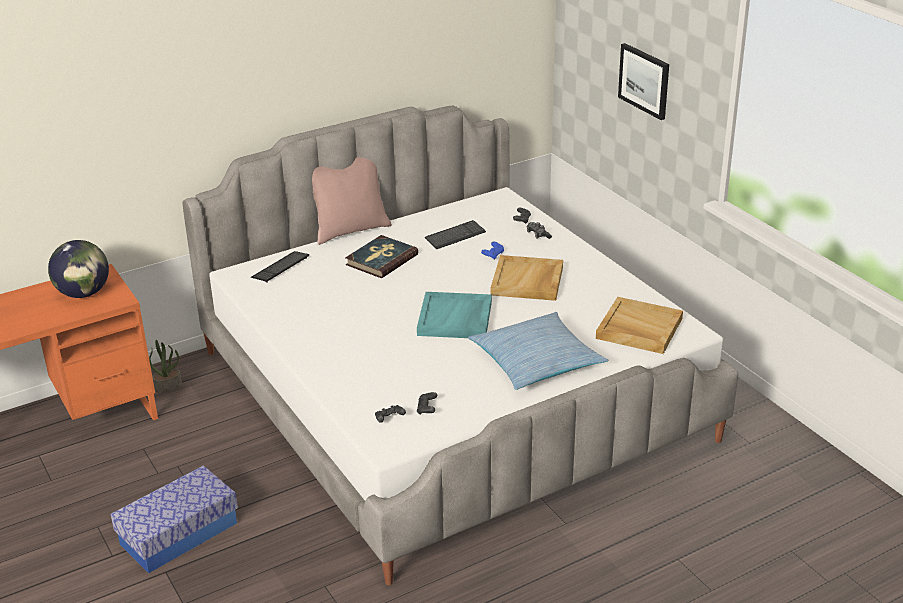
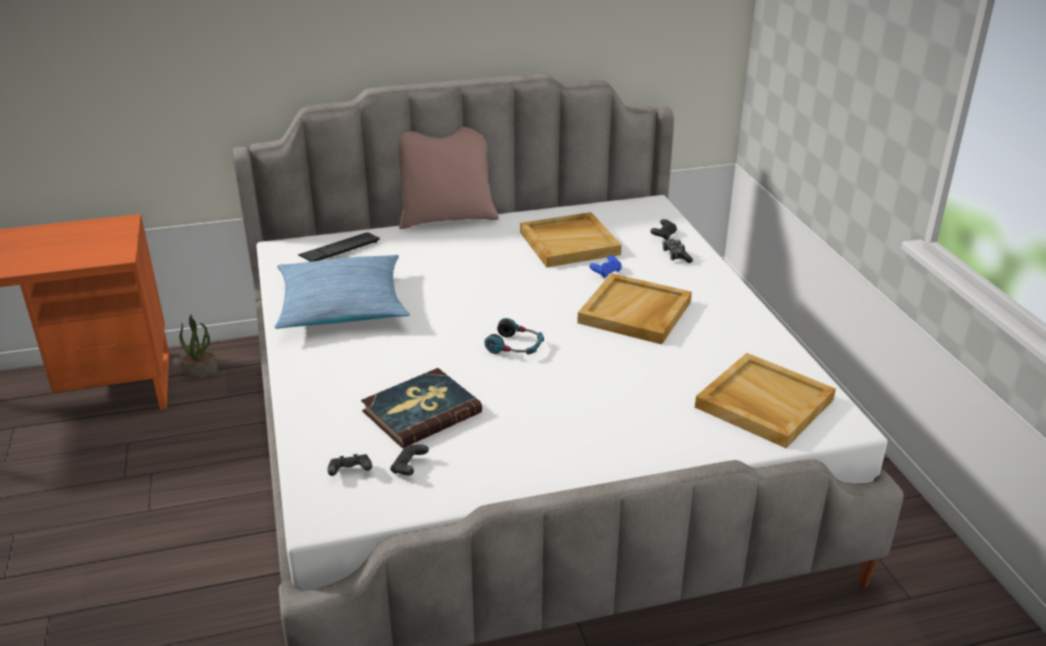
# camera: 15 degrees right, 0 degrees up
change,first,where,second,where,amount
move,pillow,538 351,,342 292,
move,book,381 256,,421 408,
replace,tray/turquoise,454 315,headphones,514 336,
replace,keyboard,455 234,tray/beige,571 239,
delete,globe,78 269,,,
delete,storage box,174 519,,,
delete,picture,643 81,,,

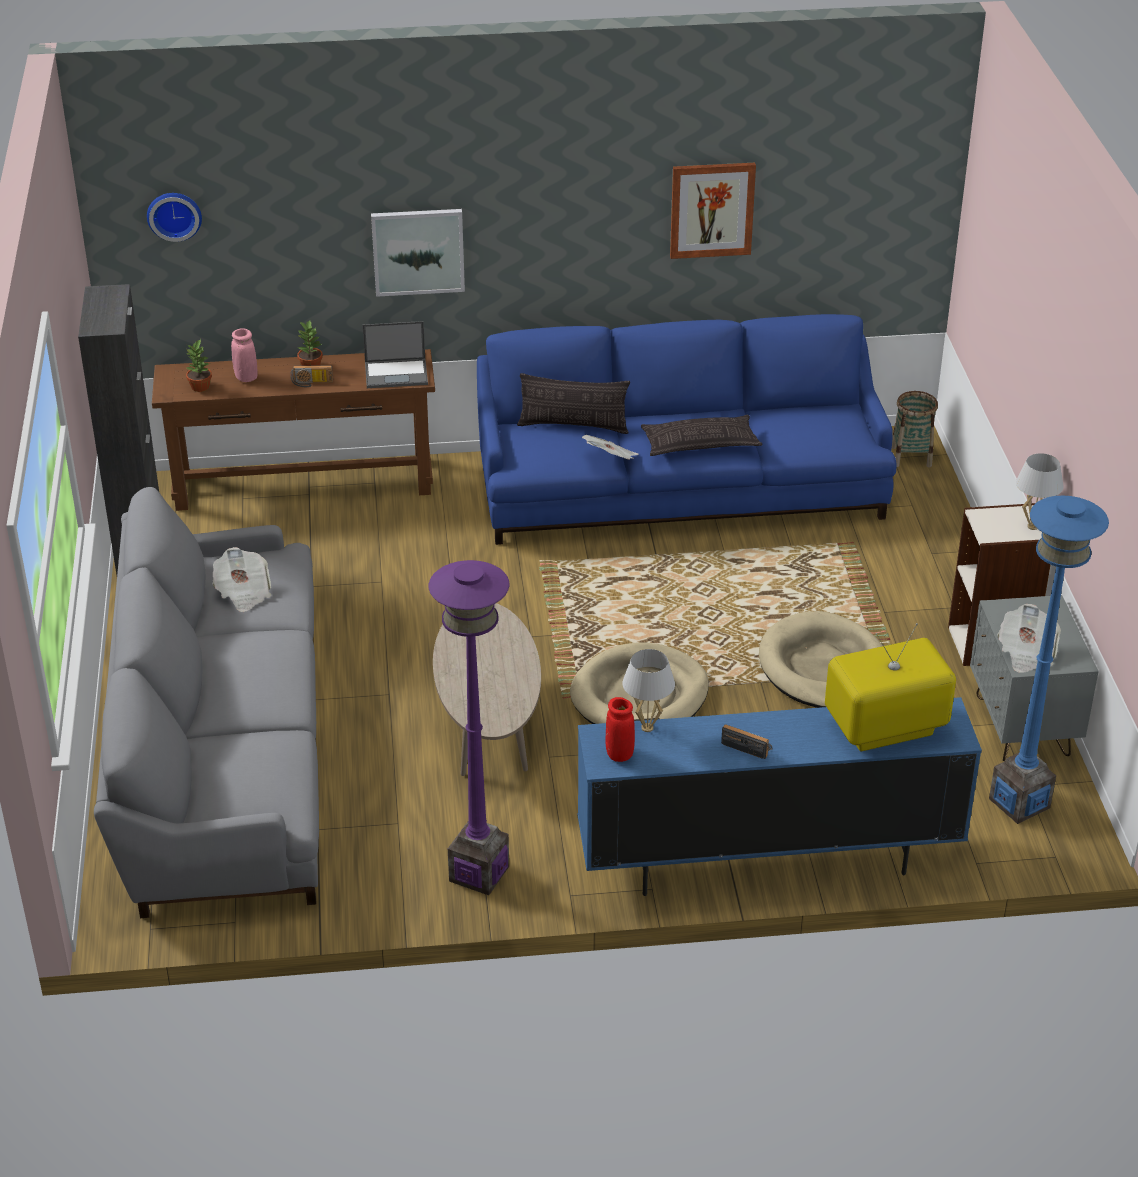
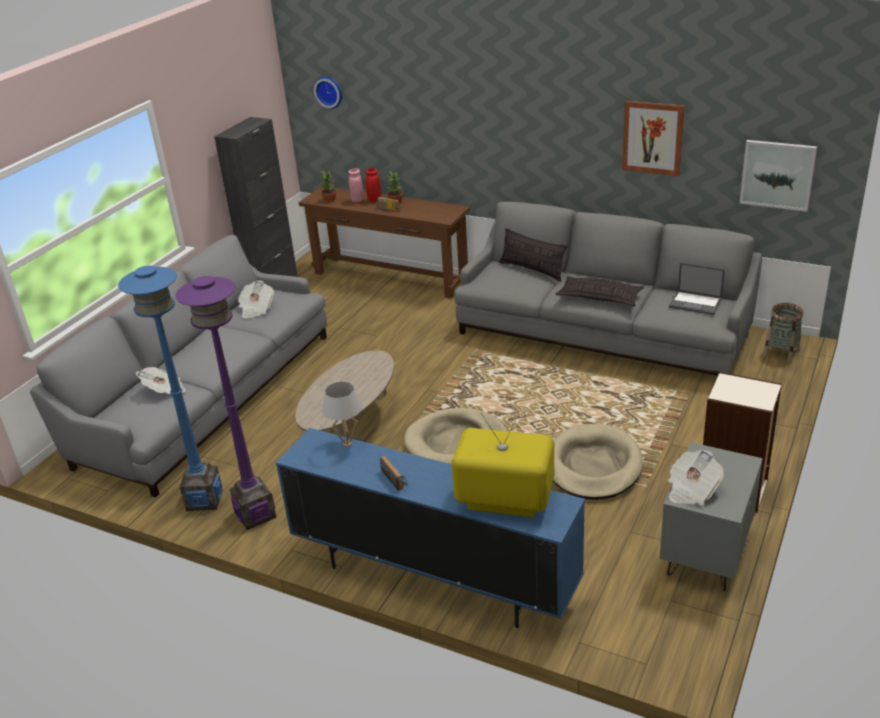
# camera: 35 degrees right, 5 degrees down
change,first,where,second,where,amount
move,floor lamp/blue,1049 660,,170 388,
move,newspaper,610 447,,161 380,
move,vase/red,620 729,,373 185,
recolor,sofa/blue,687 429,sofa/grey,608 289,
move,laptop,395 354,,697 289,
move,picture,418 253,,778 176,
delete,table lamp/white,1039 491,,,

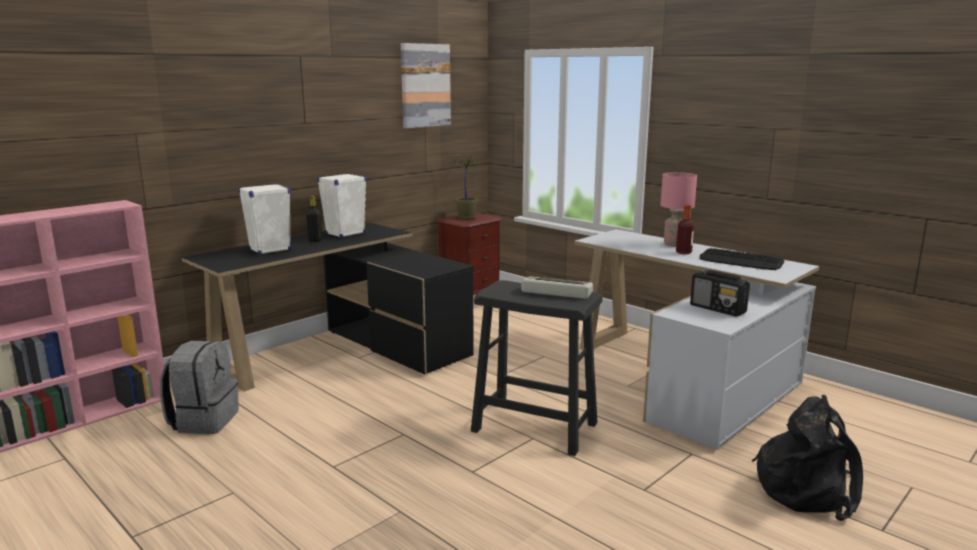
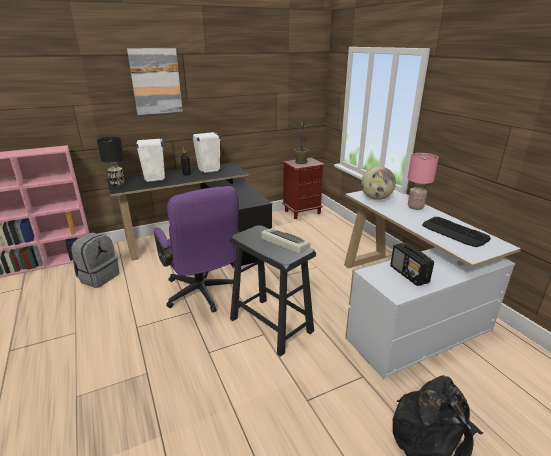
# camera: 20 degrees right, 10 degrees up
change,first,where,second,where,amount
insert,,,table lamp/black,111 161,
move,picture,426 85,,155 81,
insert,,,office chair/purple,196 249,
insert,,,globe,378 183,
delete,bottle,685 229,,,

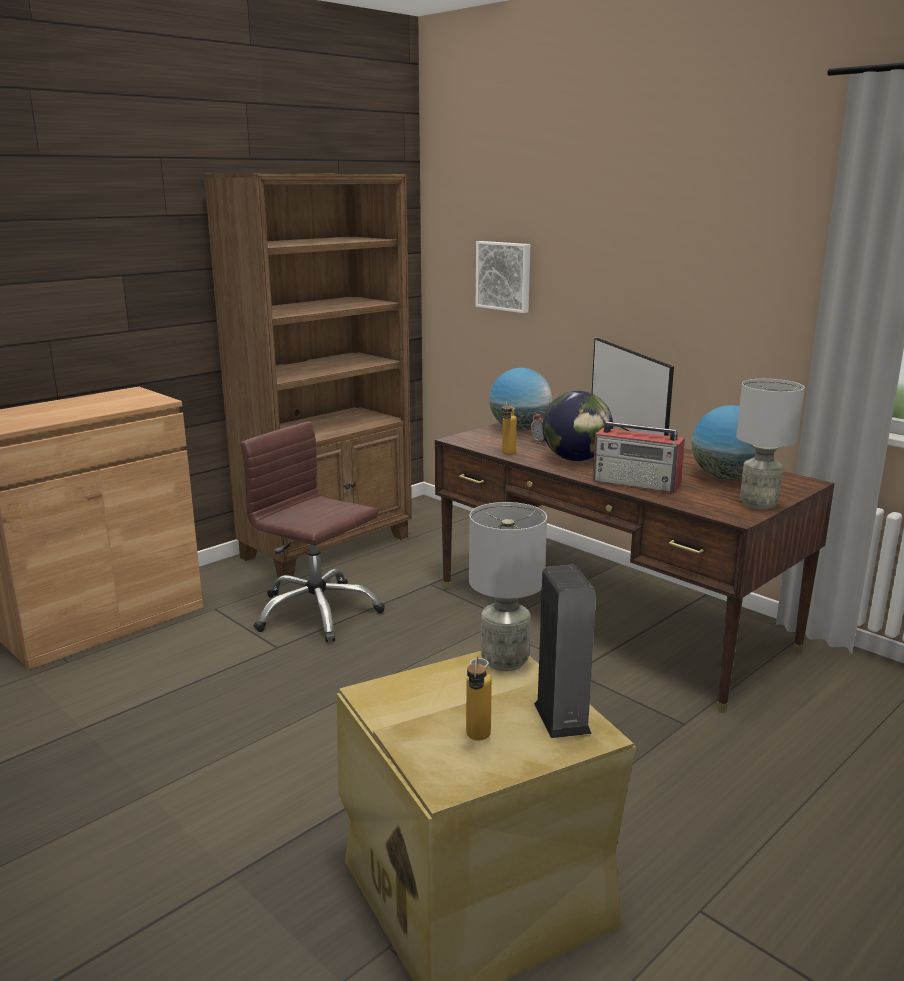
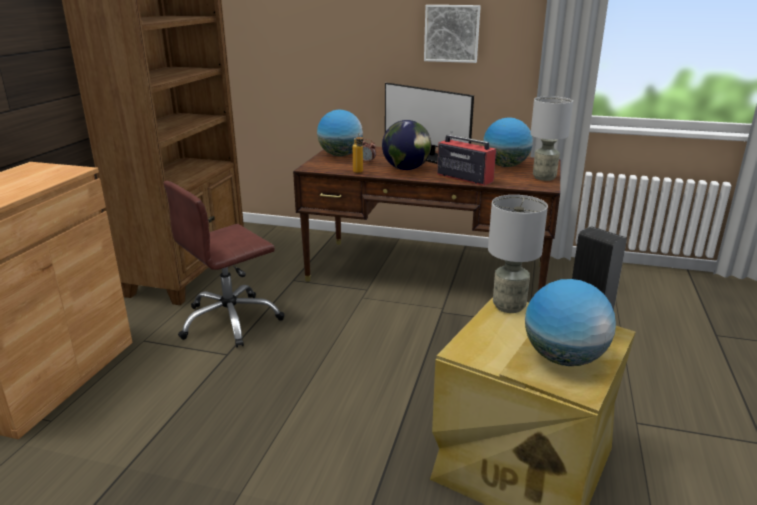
# camera: 30 degrees left, 5 degrees up
change,first,where,second,where,amount
rotate,office chair/brown,312 532,,223 264,45 degrees counterclockwise
move,picture,503 277,,452 34,
rotate,radio,639 457,,466 158,135 degrees counterclockwise
replace,bottle,479 698,globe,570 322,

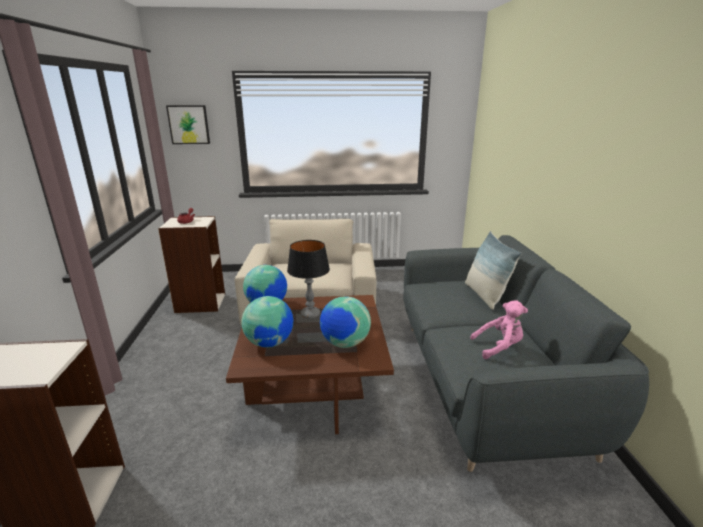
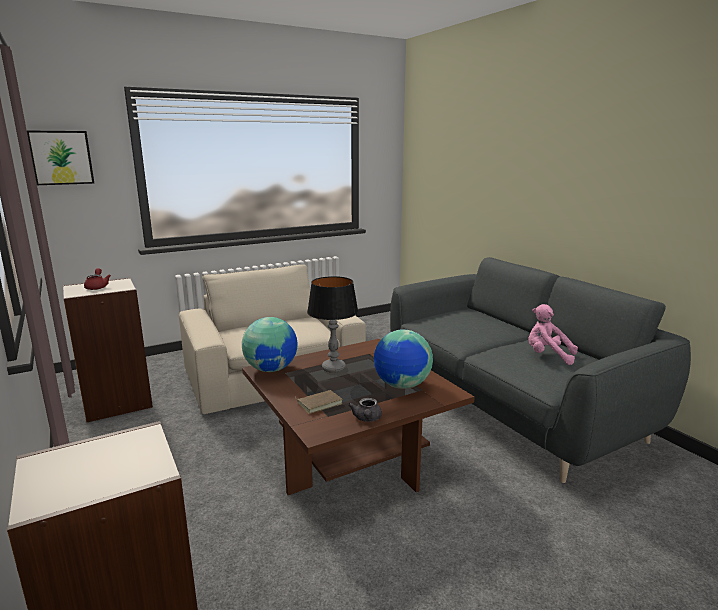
# camera: 25 degrees left, 5 degrees down
change,first,where,second,where,amount
replace,globe,267 322,book/brown,318 402,
insert,,,teapot/grey,365 410,
rotate,plush toy/pink,499 330,,553 334,120 degrees counterclockwise
delete,pillow,493 270,,,

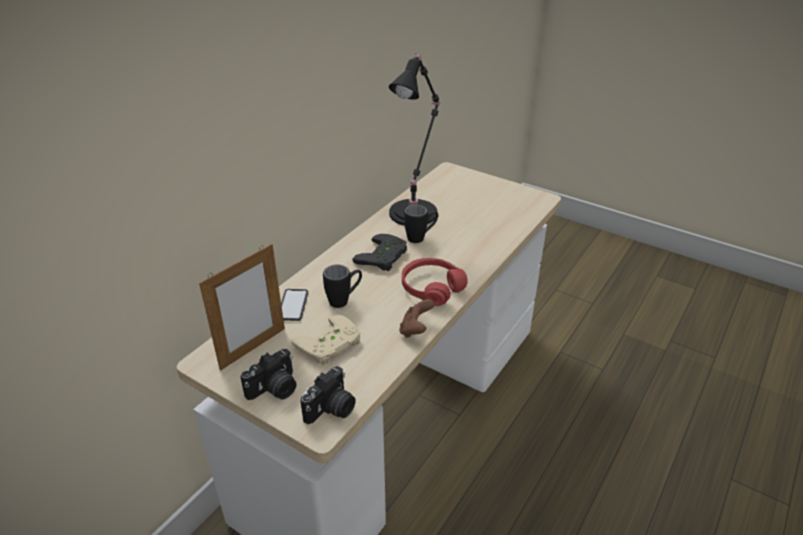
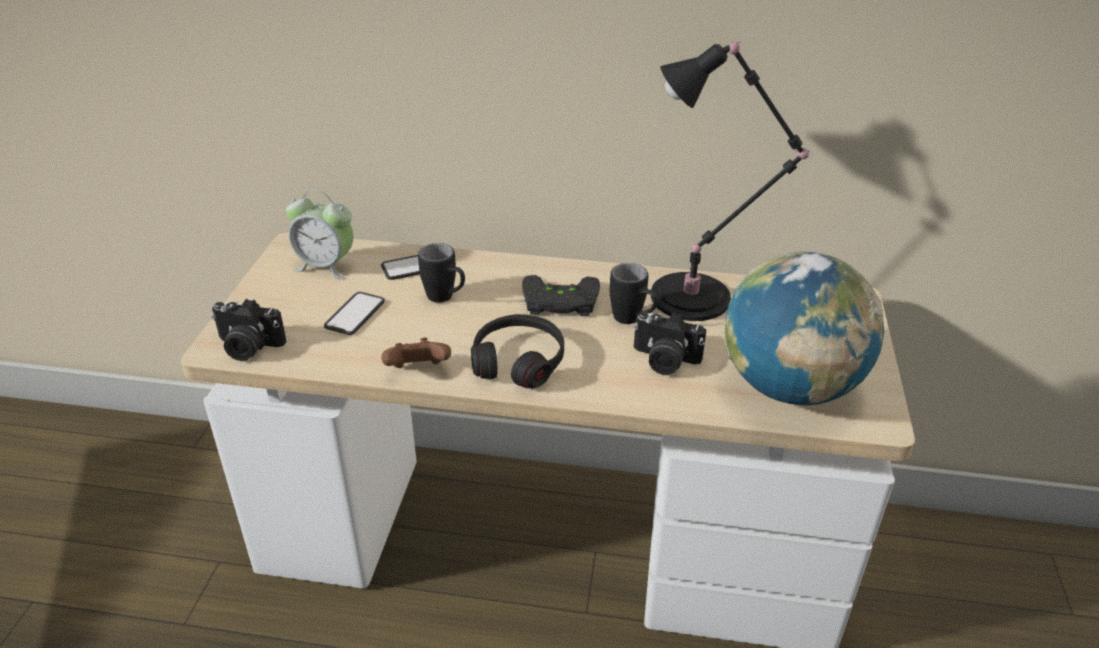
# camera: 65 degrees right, 0 degrees up
change,first,where,second,where,amount
replace,picture frame,242 307,alarm clock,319 234,
replace,game controller/beige,325 340,phone,354 313,
recolor,headphones/red,435 282,headphones/black,517 351,
move,photo camera,268 374,,669 343,
insert,,,globe,803 328,

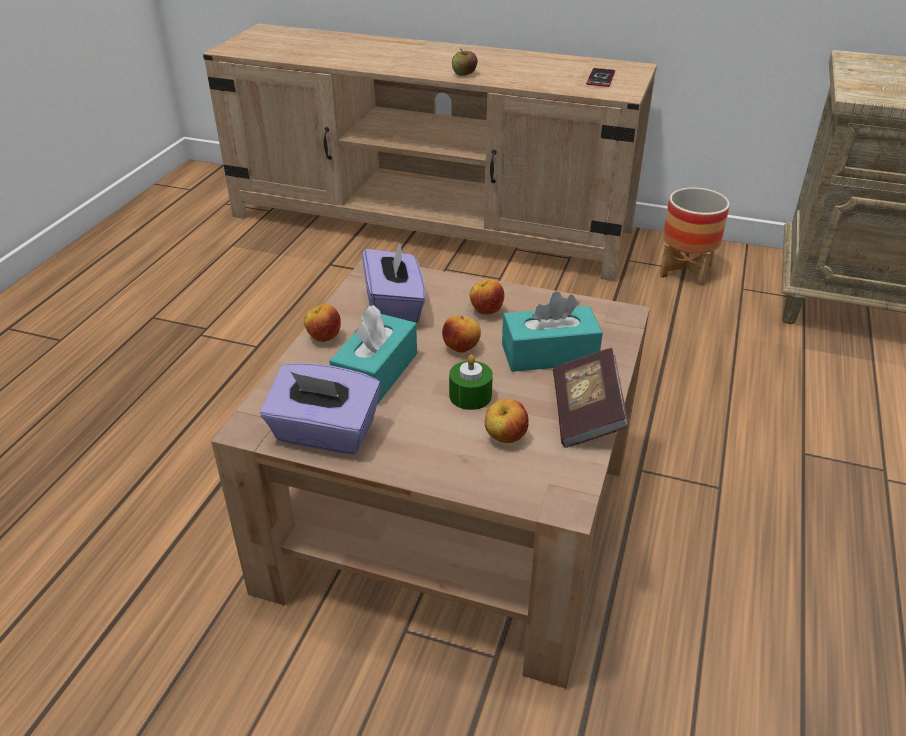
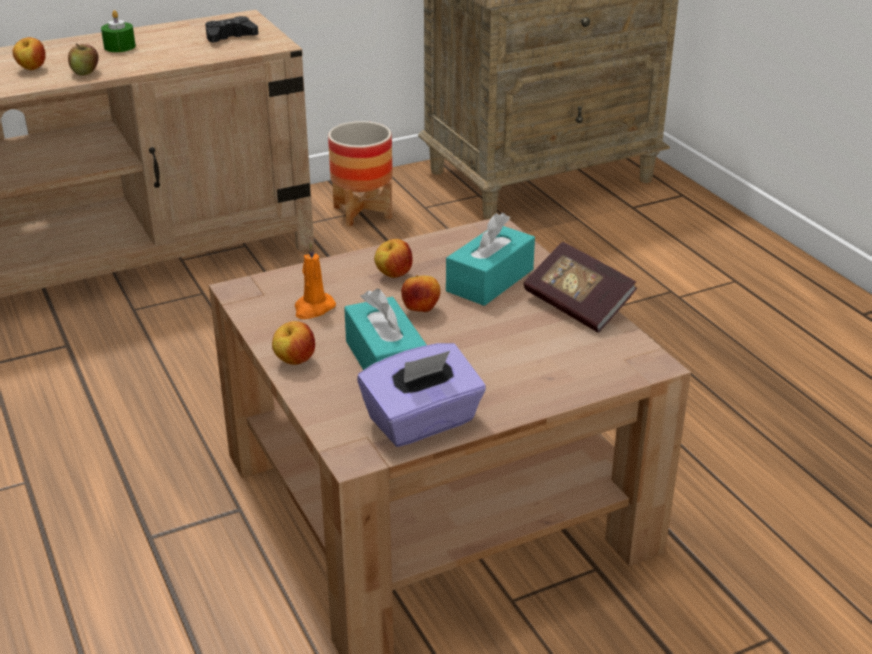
# camera: 45 degrees left, 5 degrees down
change,first,where,second,where,amount
move,apple,507 421,,29 53,
move,candle/green,471 382,,118 31,
replace,phone,600 77,game controller/black,231 29,
replace,tissue box/purple,393 282,candle/orange,315 280,

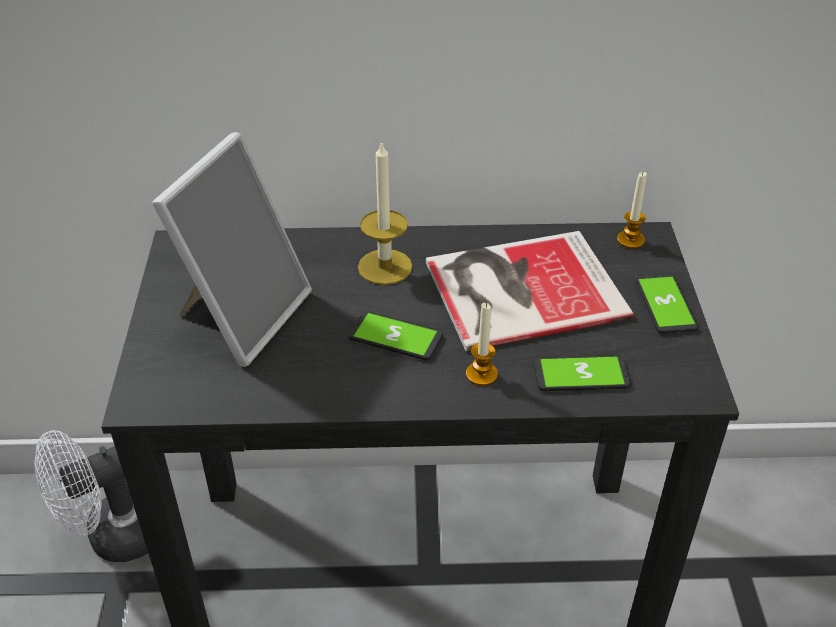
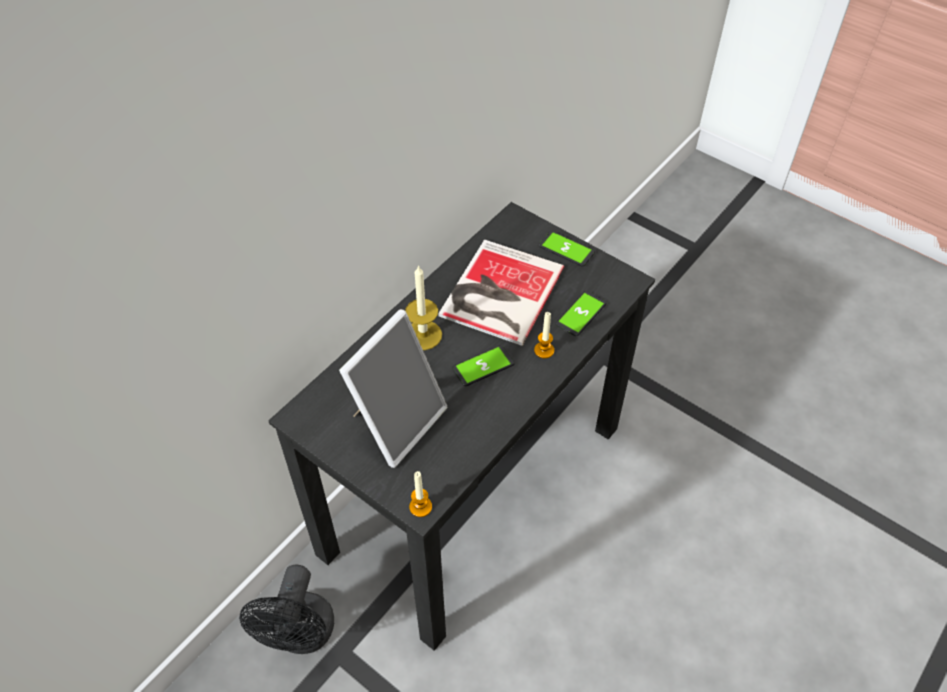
# camera: 50 degrees left, 10 degrees up
change,first,where,second,where,amount
recolor,fan/white,91 496,fan/black,286 609,
rotate,picture frame,232 249,,393 388,60 degrees clockwise
move,candle,632 210,,420 494,

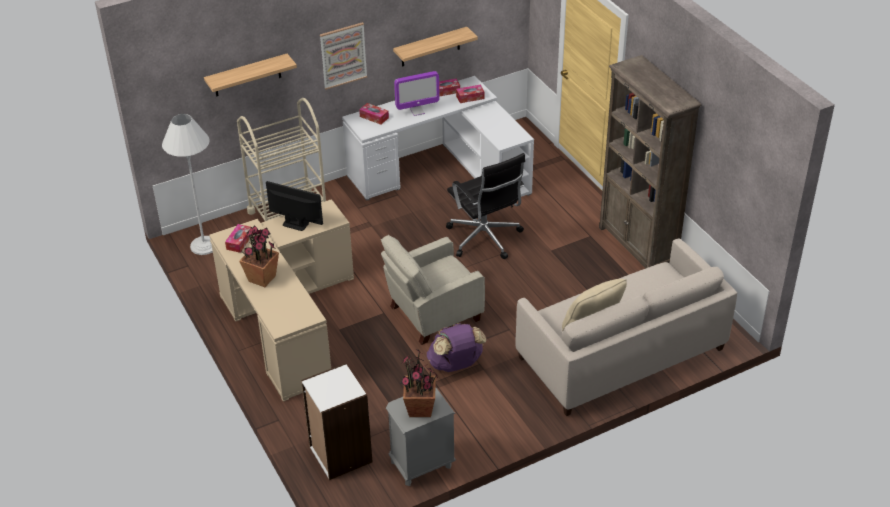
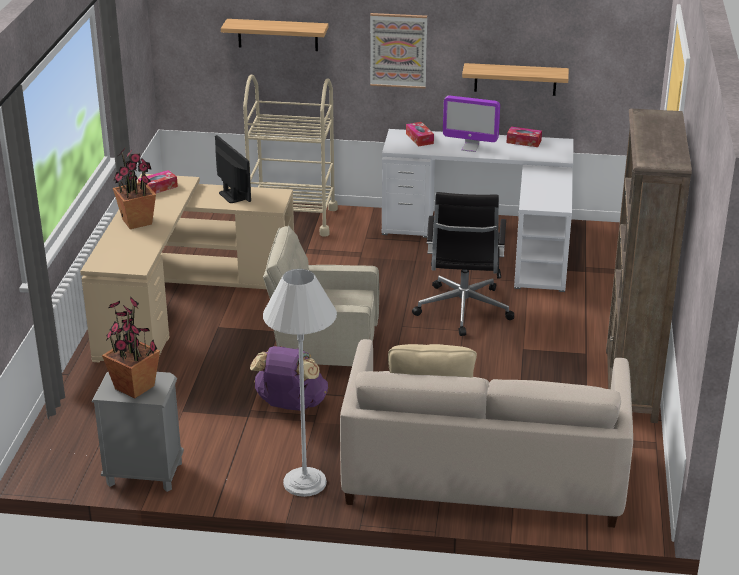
# camera: 35 degrees right, 10 degrees down
change,first,where,second,where,amount
move,floor lamp/white,187 184,,300 383,
delete,bookcase/white,336 421,,,
delete,tissue box,470 94,,,

